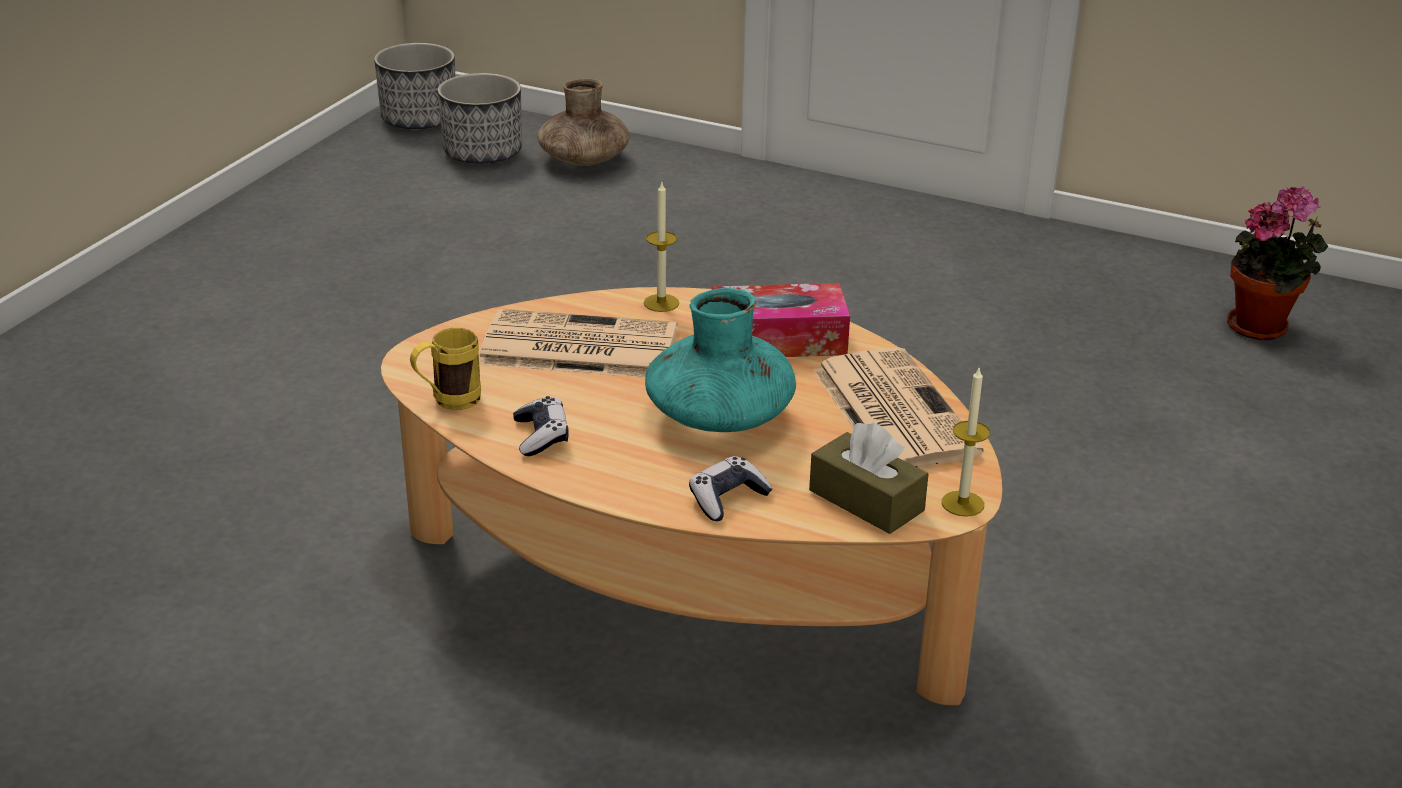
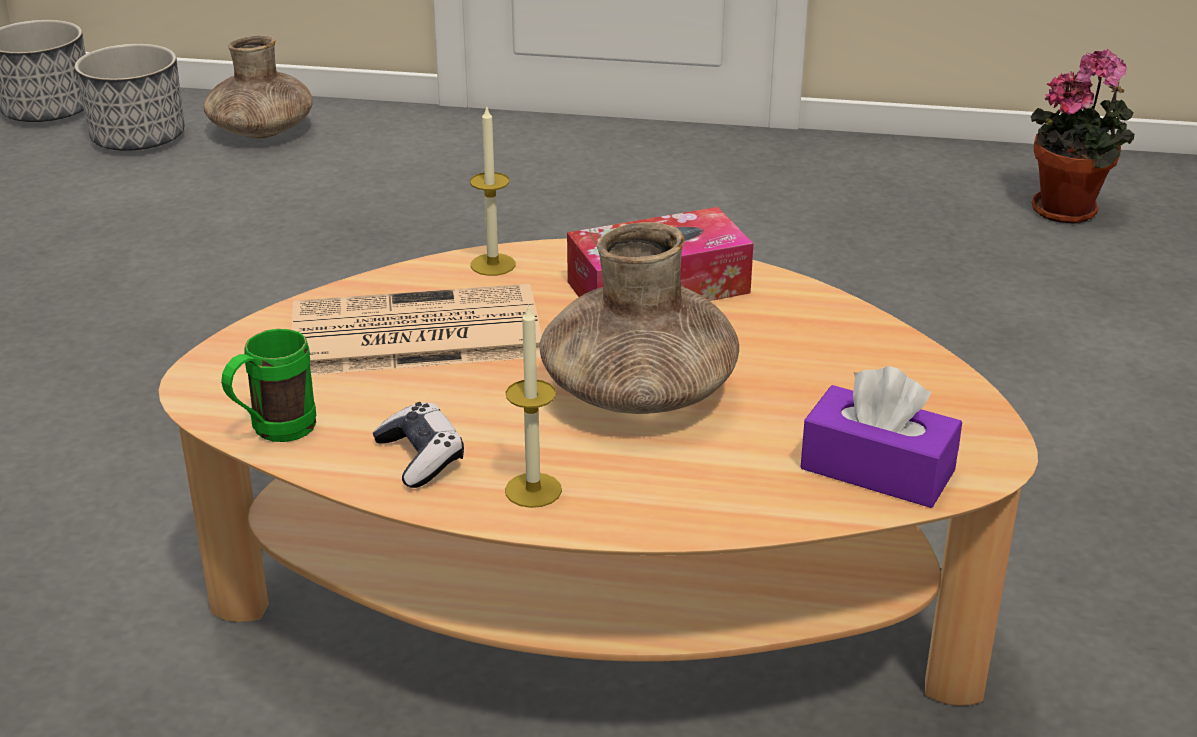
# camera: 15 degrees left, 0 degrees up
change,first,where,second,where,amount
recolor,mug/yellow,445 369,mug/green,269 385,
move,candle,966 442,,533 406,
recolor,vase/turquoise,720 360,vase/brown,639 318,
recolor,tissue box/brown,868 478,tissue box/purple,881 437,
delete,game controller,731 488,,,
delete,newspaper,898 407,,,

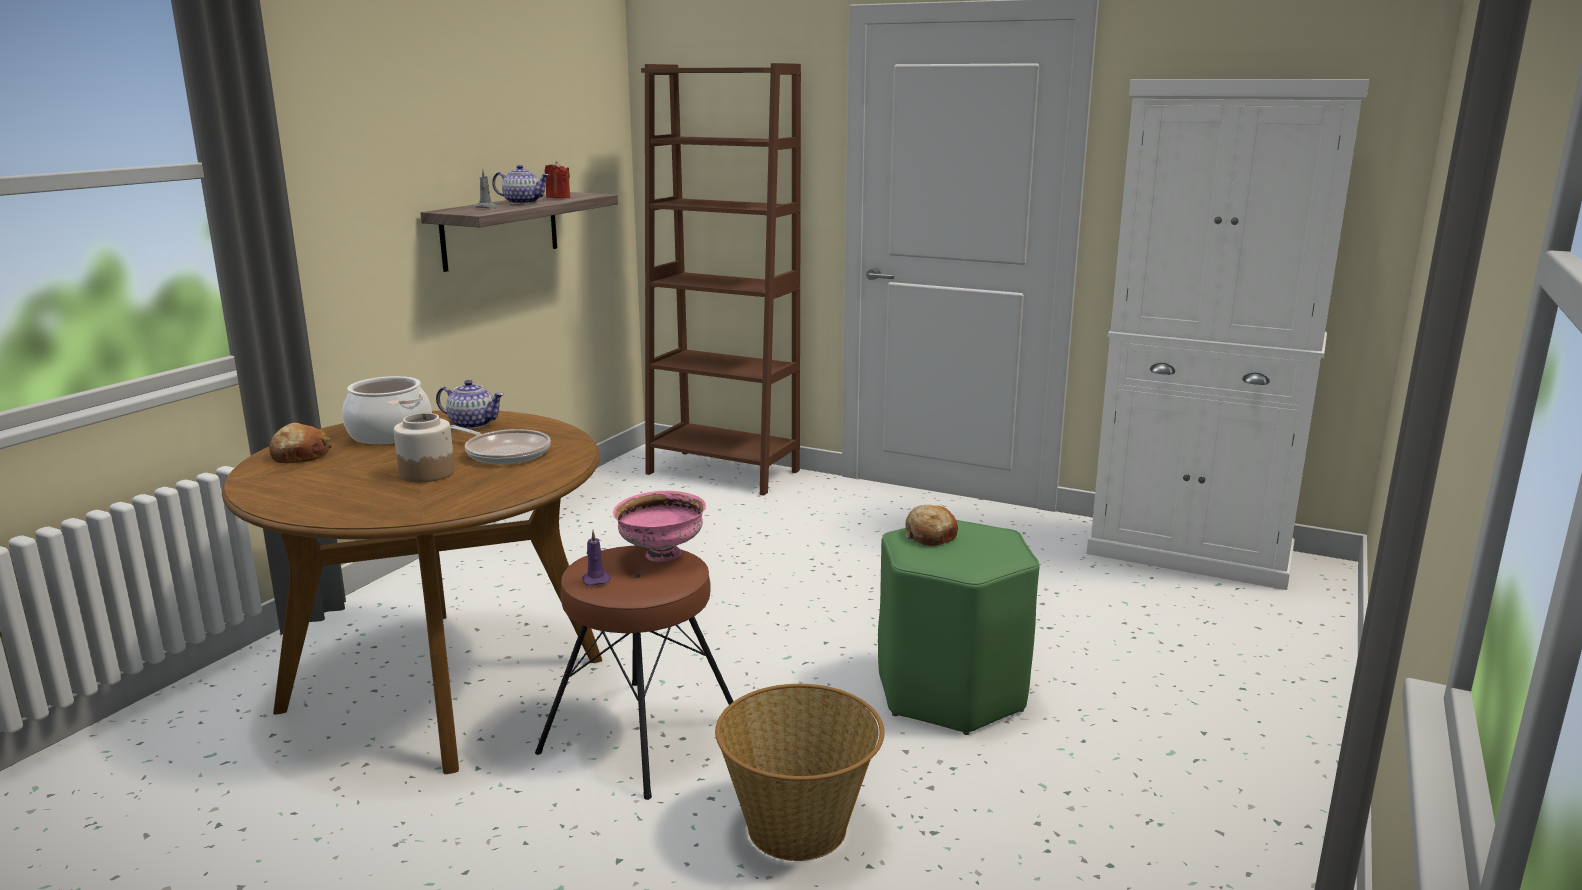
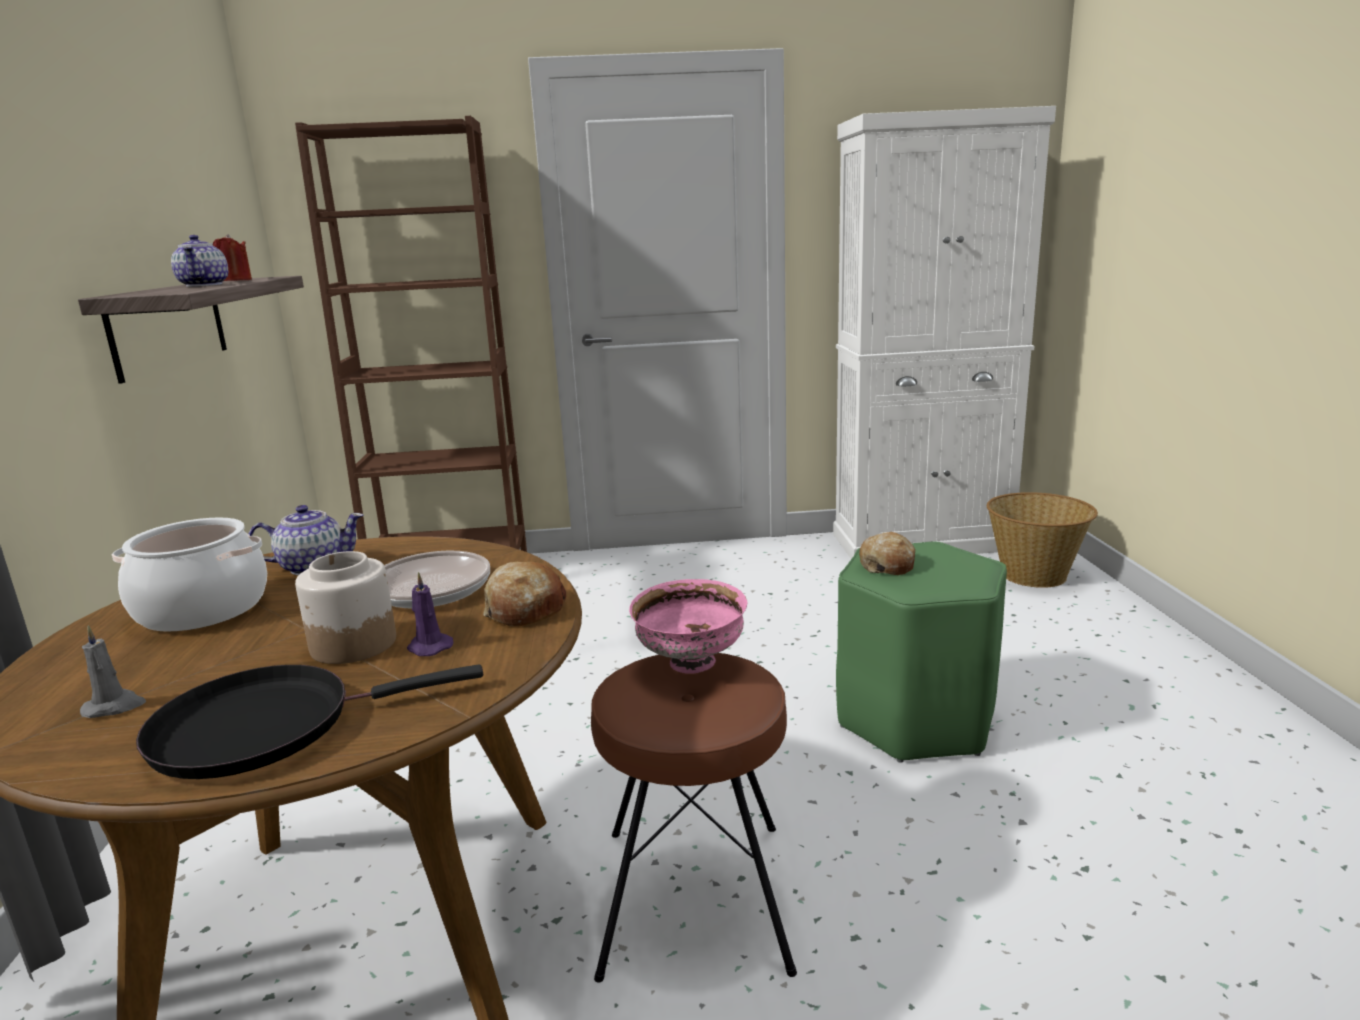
# camera: 30 degrees left, 0 degrees up
change,first,where,second,where,amount
move,candle/grey,486 188,,113 671,
insert,,,frying pan/black,309 721,
rotate,teapot,521 184,,199 261,90 degrees clockwise
move,candle/purple,596 558,,430 614,
move,bread,300 443,,524 594,
move,basket,799 772,,1042 540,

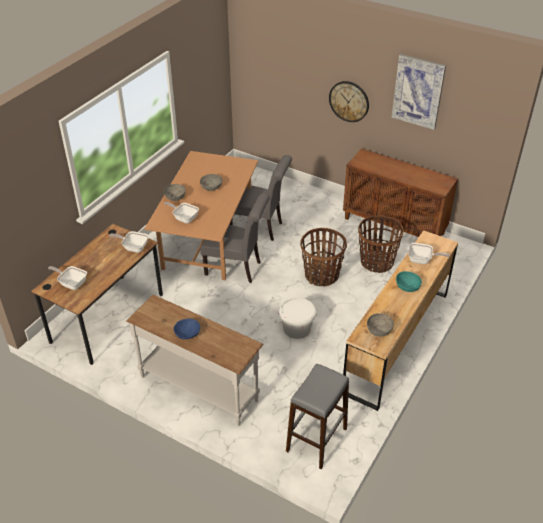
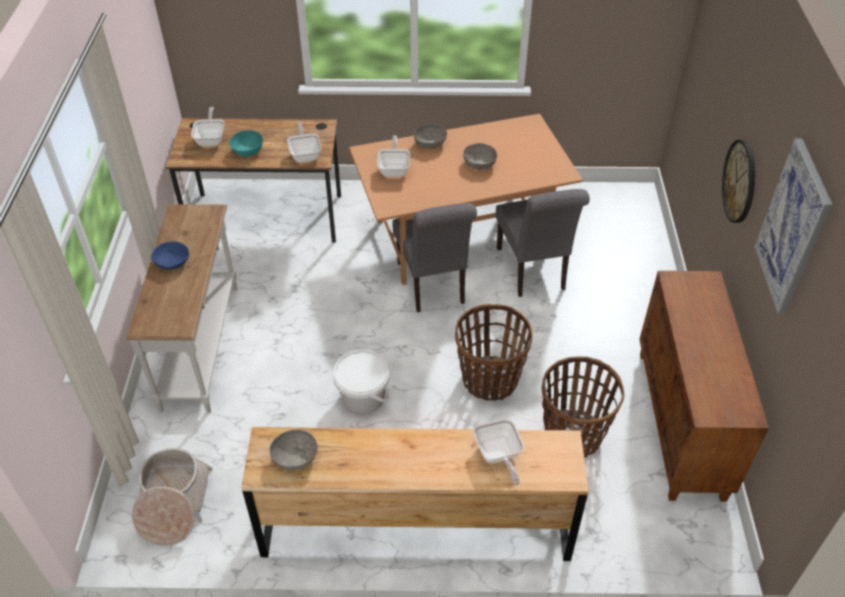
# camera: 60 degrees right, 5 degrees up
change,first,where,second,where,amount
replace,stool/grey,317 416,basket,172 497,
move,bowl/turquoise,409 281,,246 143,

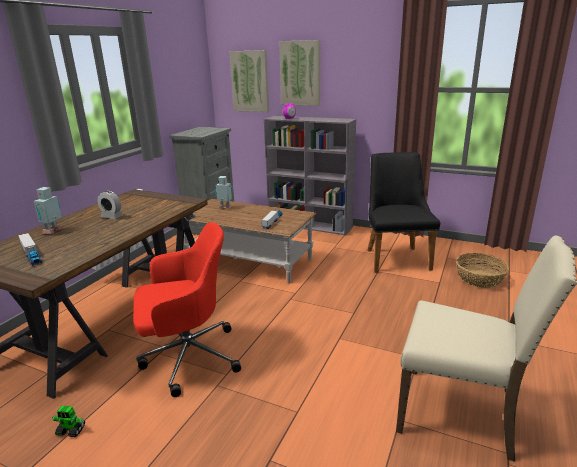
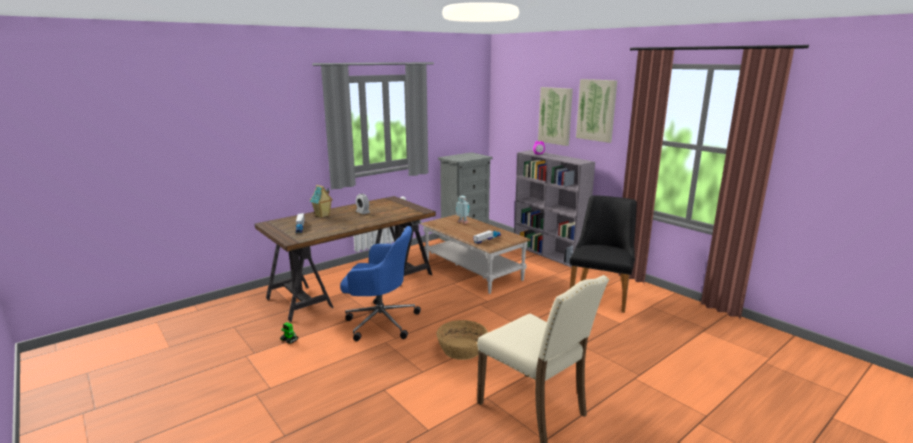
# camera: 25 degrees right, 5 degrees down
change,first,where,second,where,amount
replace,toy robot,47 210,toy house,321 201,
recolor,office chair/red,187 309,office chair/blue,380 283,
move,basket,482 270,,462 340,
move,picture,249 81,,596 111,

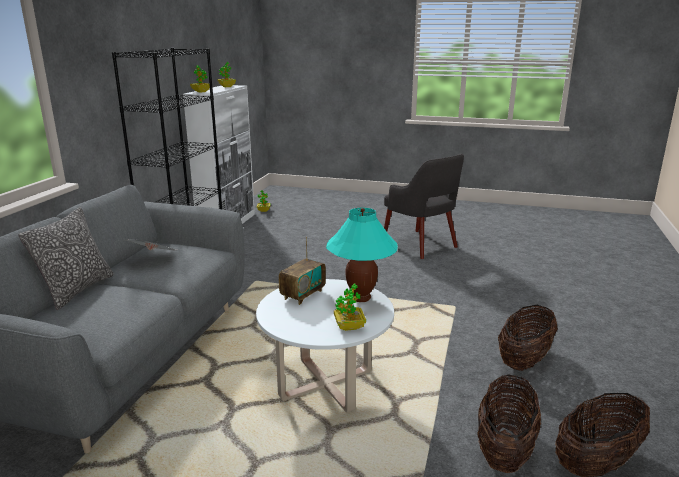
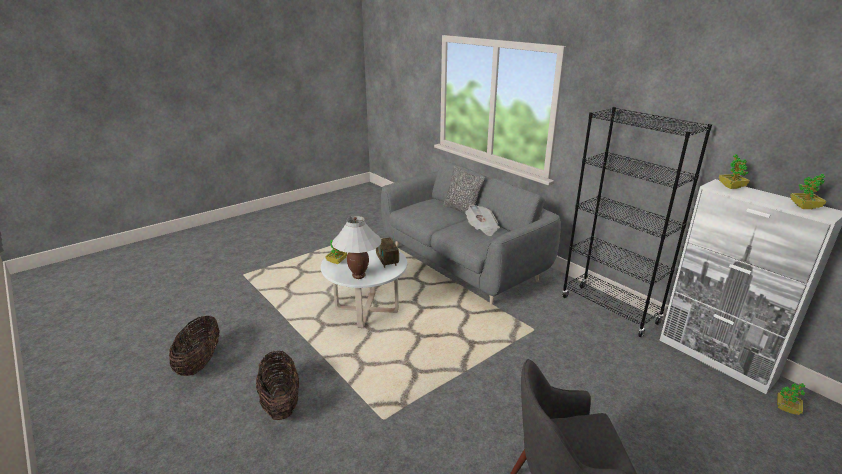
# camera: 125 degrees right, 5 degrees up
change,first,where,second,where,amount
recolor,table lamp/turquoise,362 255,table lamp/white,356 247,
delete,basket,509 423,,,

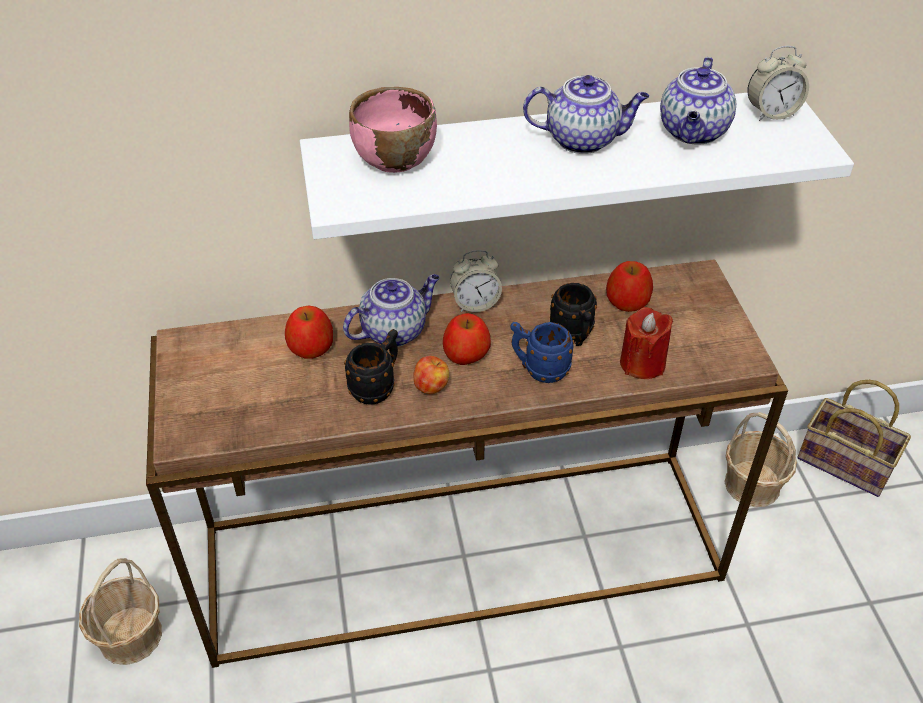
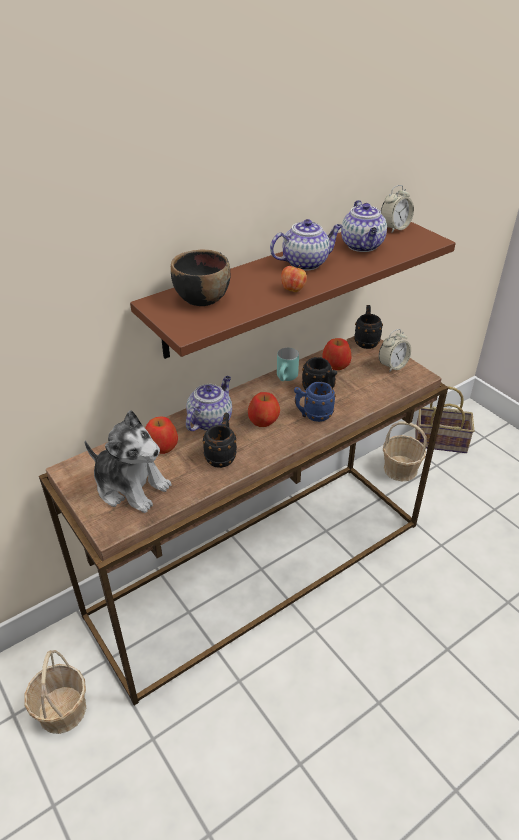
# camera: 25 degrees left, 5 degrees down
change,first,where,second,where,amount
insert,,,plush toy,128 461,
recolor,shelf/white,577 166,shelf/brown,293 290,
recolor,bowl/pink,393 130,bowl/black,200 278,
insert,,,mug/turquoise,288 364,
move,apple,431 375,,294 278,
insert,,,mug/black,368 327,
move,alarm clock,476 281,,395 351,
delete,candle/red,646 343,,,

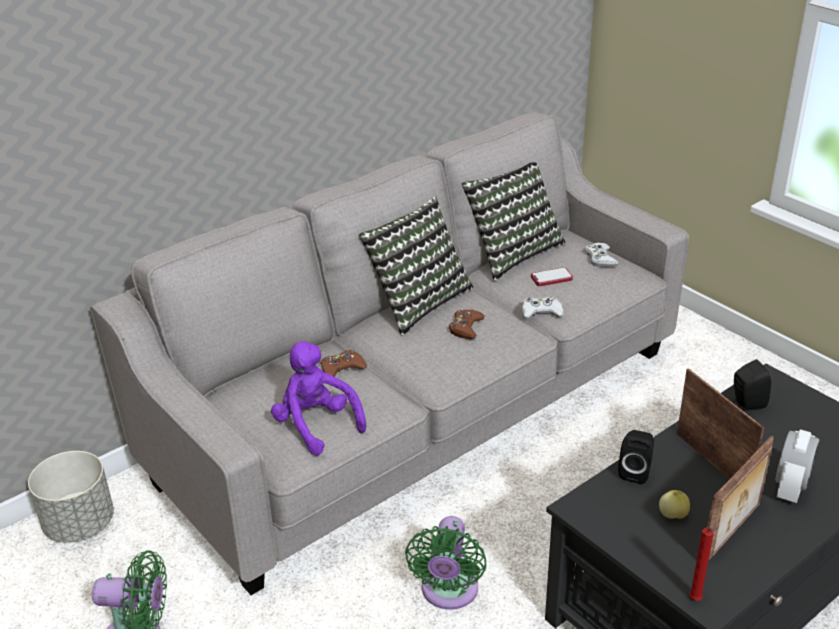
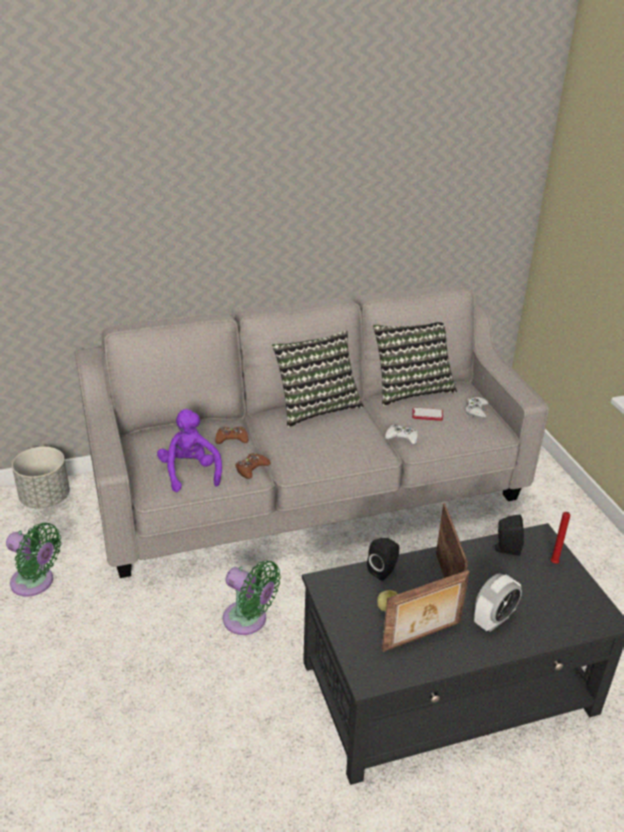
# camera: 20 degrees right, 0 degrees up
change,first,where,second,where,amount
rotate,fan/green,446 563,,252 597,90 degrees counterclockwise
move,game controller/brown,466 324,,253 466,
move,candle/red,701 564,,560 538,

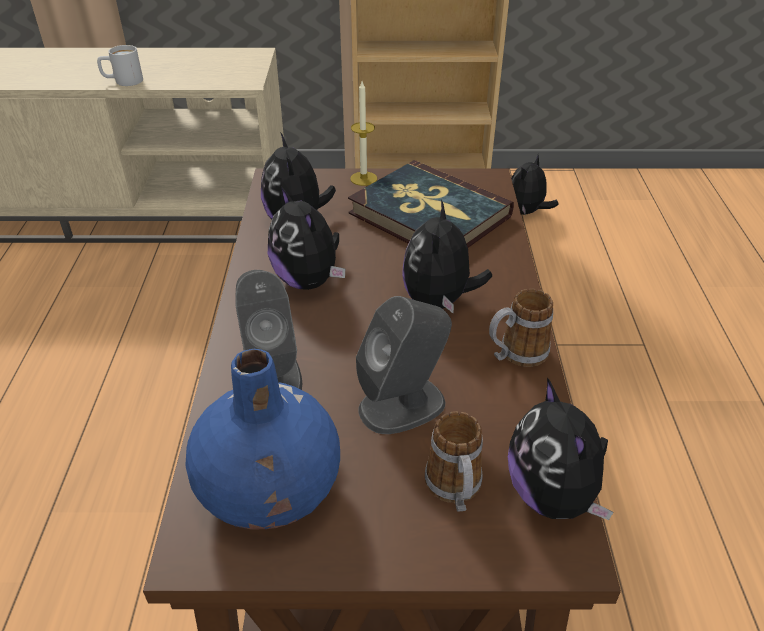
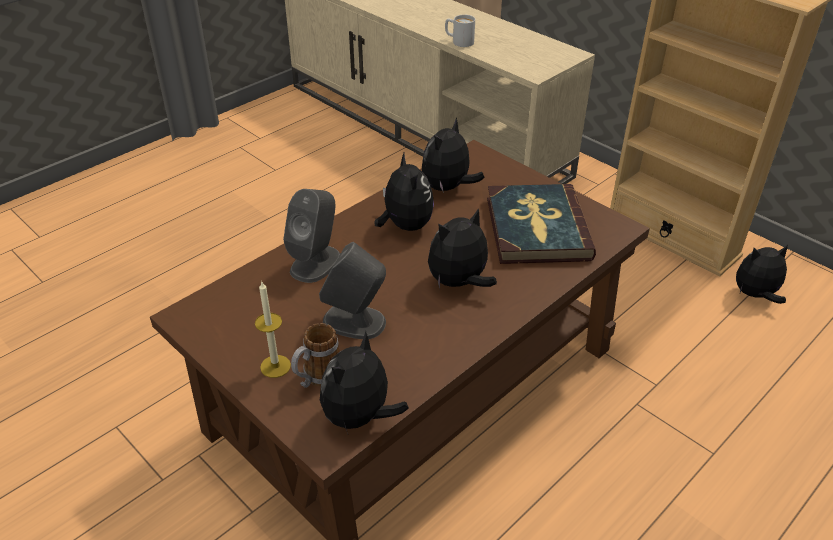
# camera: 45 degrees right, 0 degrees up
change,first,where,second,where,amount
move,candle,363 133,,273 330,
rotate,plush toy,306 238,,404 192,150 degrees clockwise
delete,vase/blue,262 439,,,
delete,mug,521 328,,,

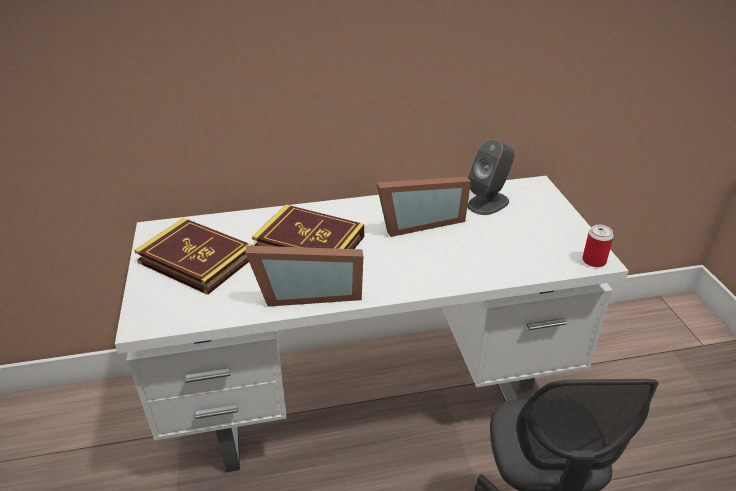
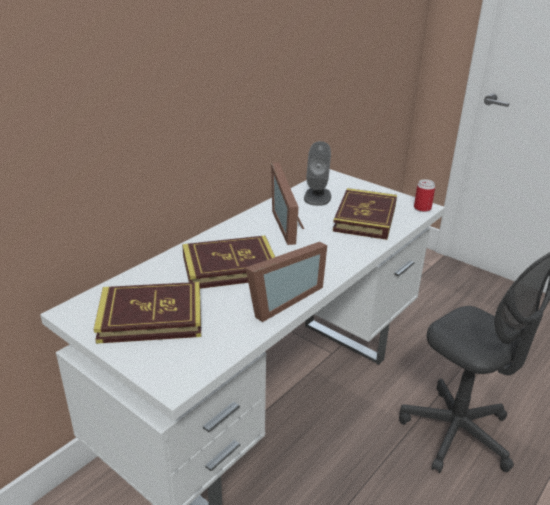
# camera: 40 degrees left, 5 degrees down
change,first,where,second,where,amount
rotate,picture frame,423 207,,287 204,135 degrees clockwise
insert,,,book,365 214,

